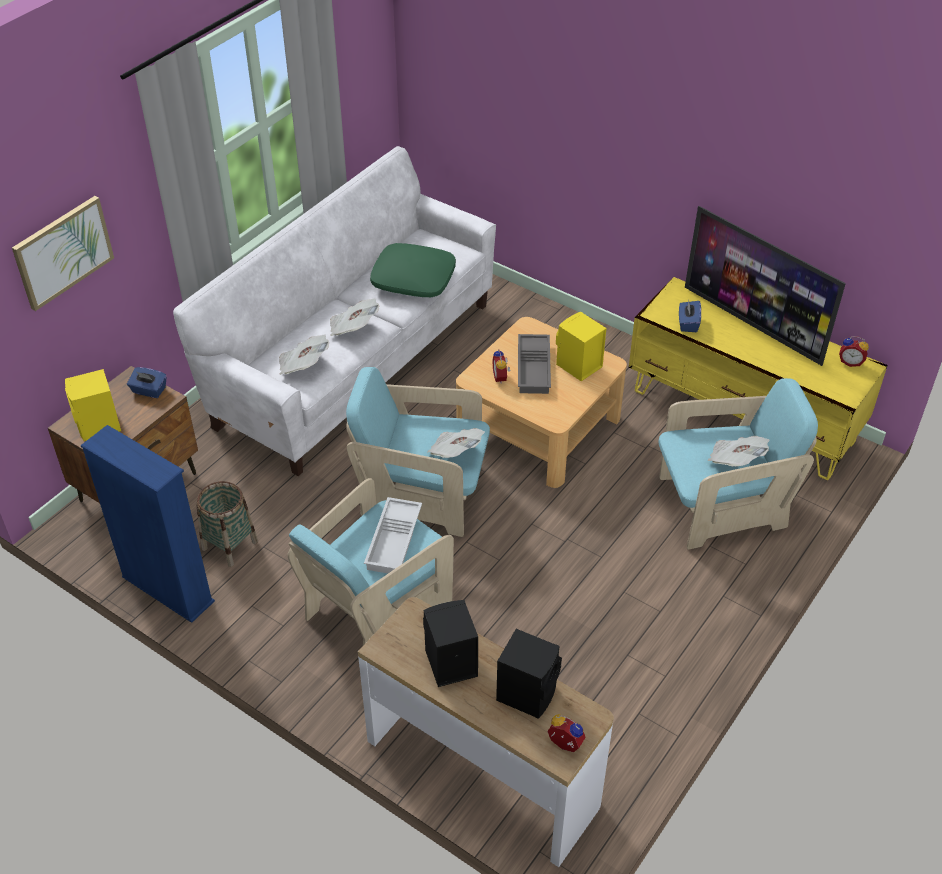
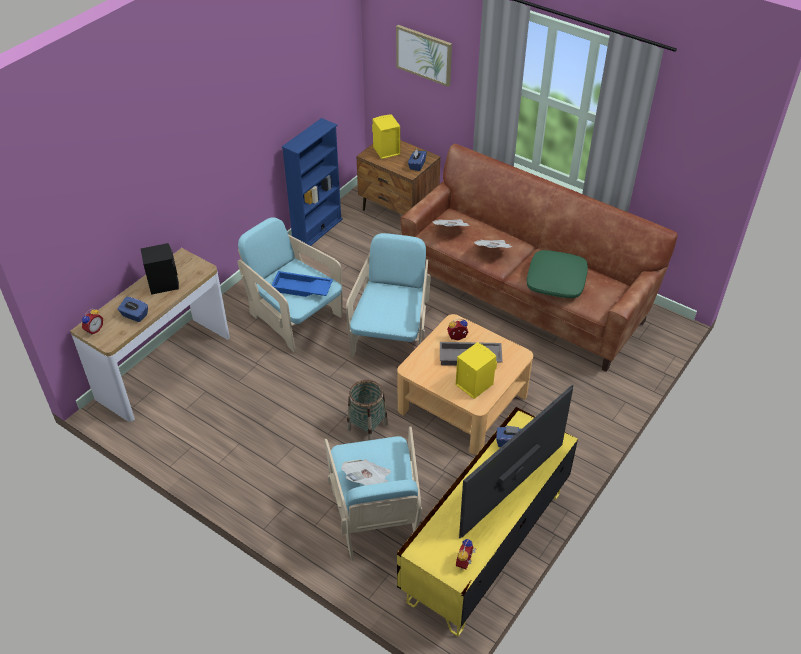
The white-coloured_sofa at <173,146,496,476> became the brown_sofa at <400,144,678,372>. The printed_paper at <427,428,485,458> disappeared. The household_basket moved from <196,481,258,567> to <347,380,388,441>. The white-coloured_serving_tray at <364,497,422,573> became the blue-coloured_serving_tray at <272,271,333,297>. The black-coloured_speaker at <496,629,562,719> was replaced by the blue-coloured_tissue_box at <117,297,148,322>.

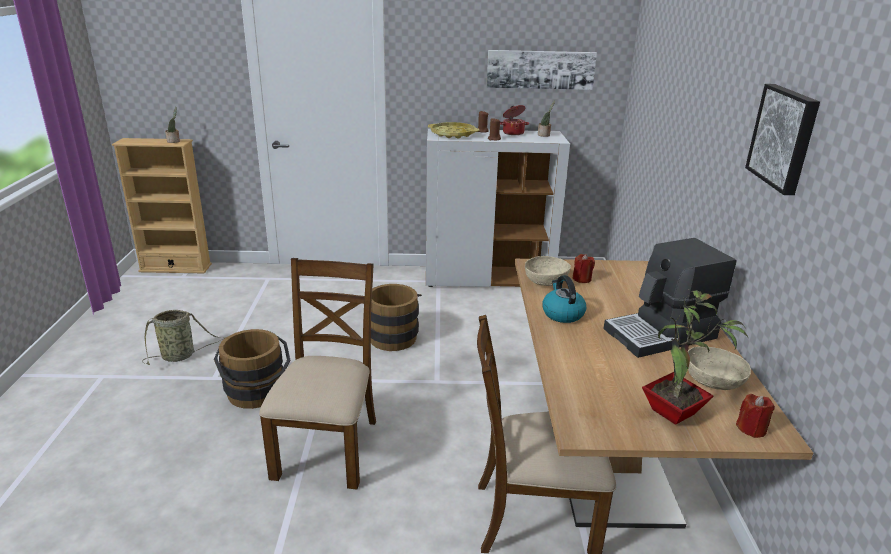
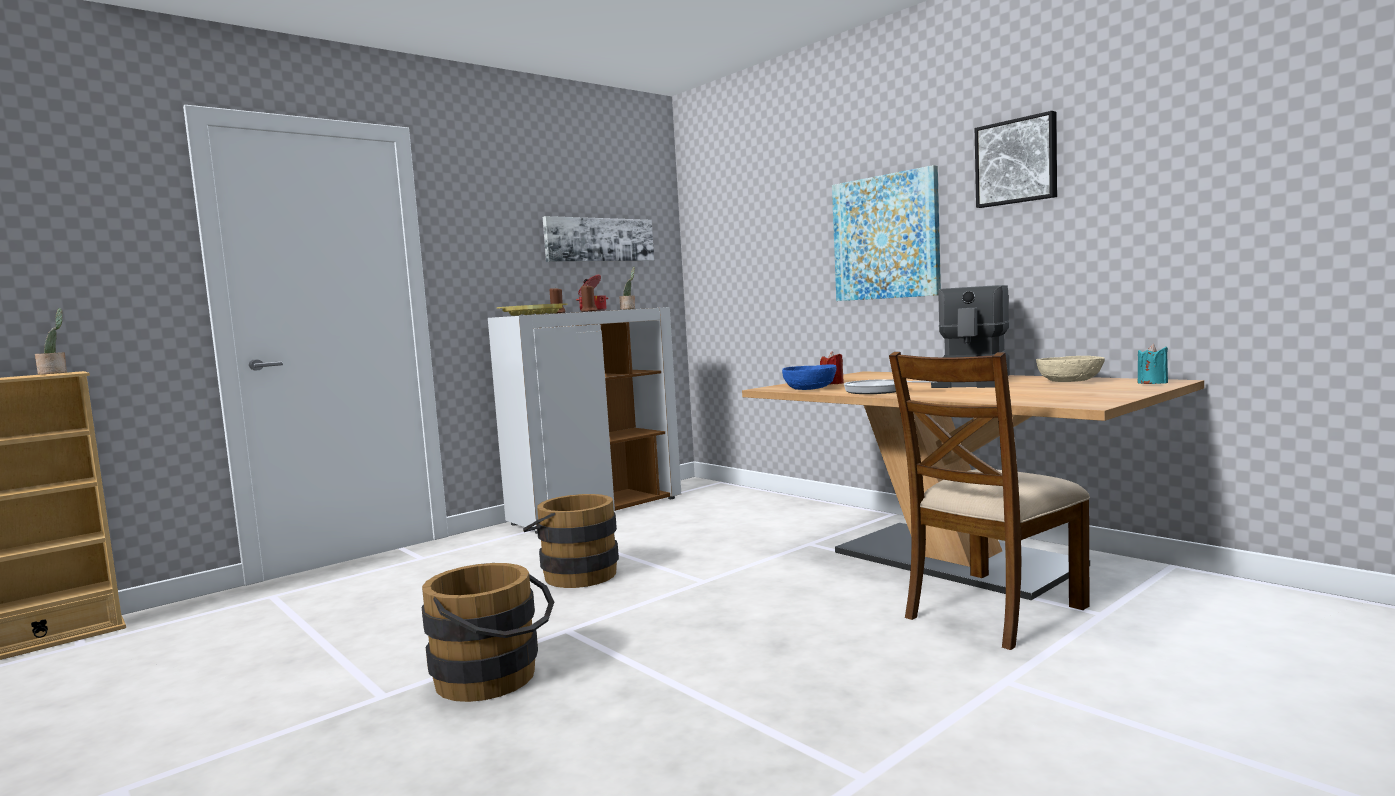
The beige-coloured_bowl at <525,256,571,286> became the blue-coloured_bowl at <782,364,836,390>. The brown_upright_chair at <259,258,376,489> disappeared. The water_kettle at <542,275,586,323> was replaced by the skillet at <844,379,936,394>. The houseplant at <642,290,748,425> disappeared. The household_basket at <142,310,225,365> disappeared. The red_wax_light at <736,394,775,438> became the turquoise_wax_light at <1137,344,1168,384>. The picture at <832,165,941,301> appeared.

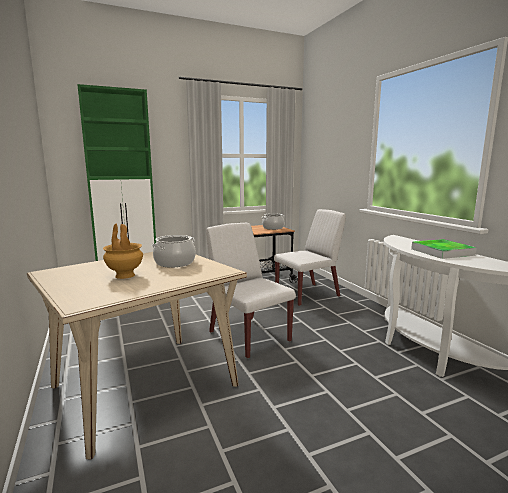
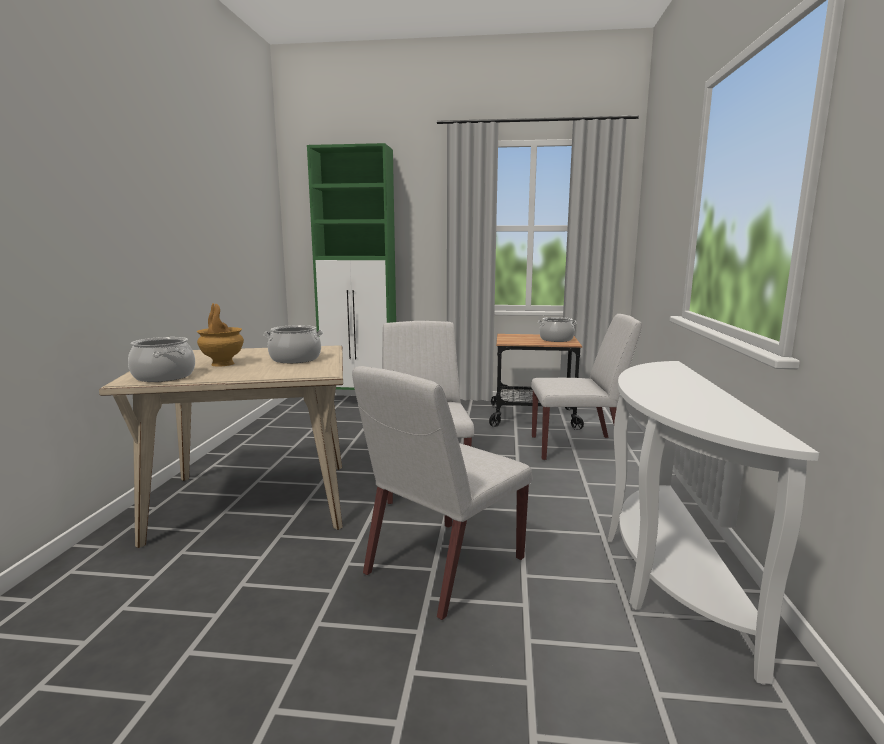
The serving_tray at <411,239,477,259> disappeared. The cooking_pot at <128,337,195,382> appeared. The white-coloured_upright_chair at <352,366,532,620> appeared.

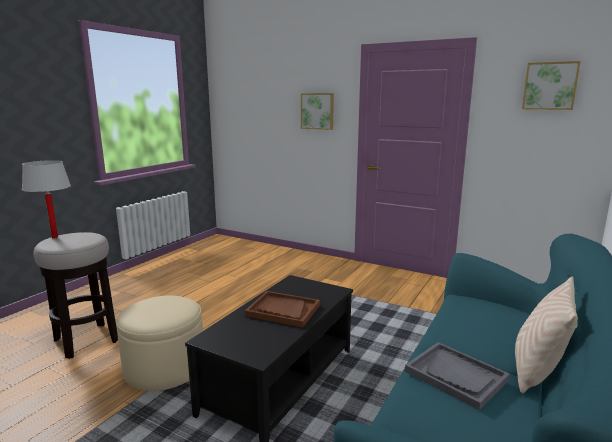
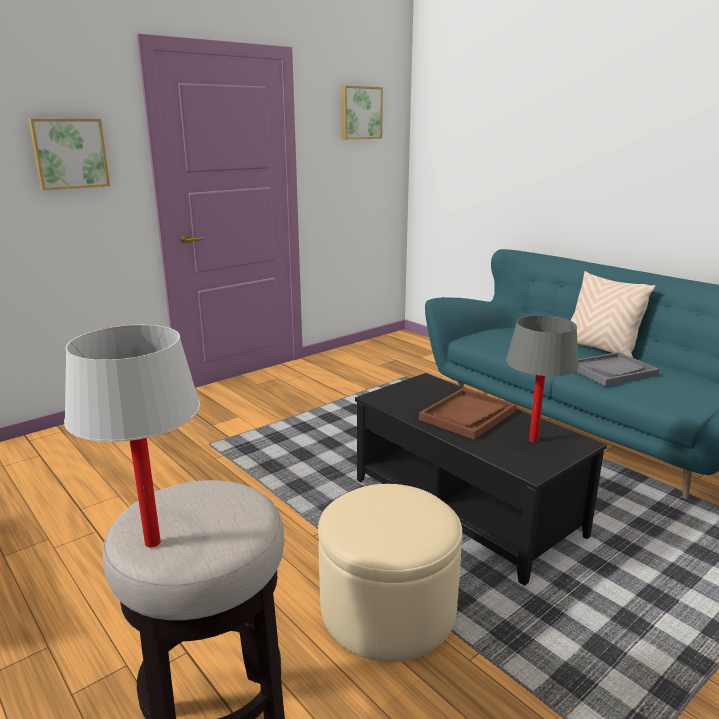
The greyish_tabletop_lamp at <506,315,579,442> appeared.

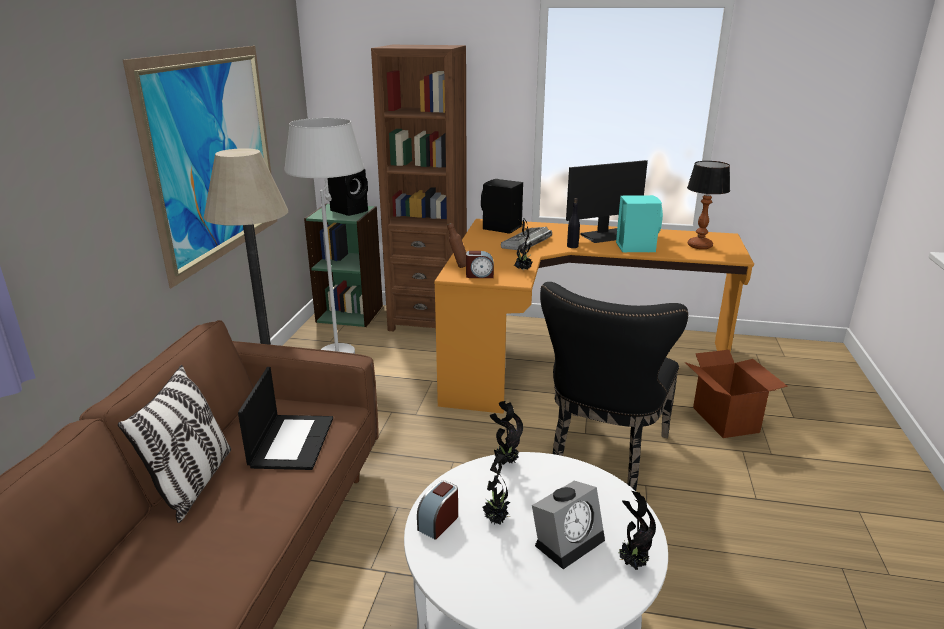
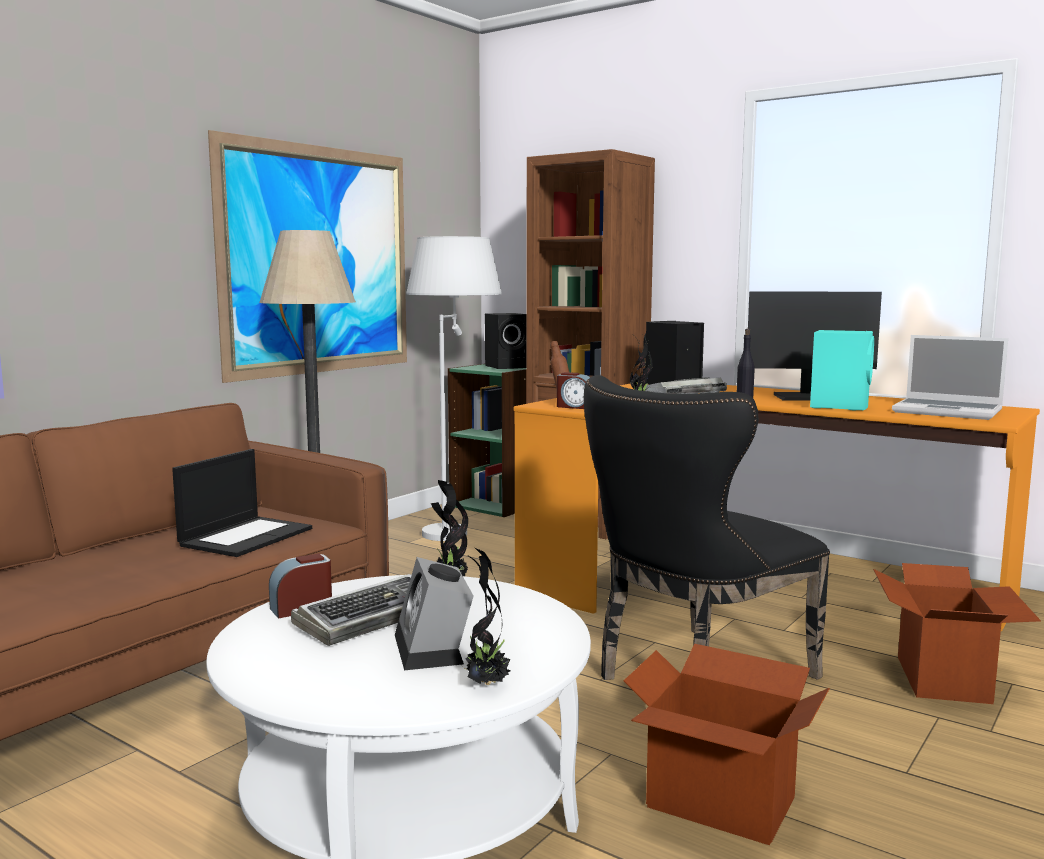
The tabletop_lamp at <687,161,730,249> was replaced by the laptop at <892,335,1008,420>. The pillow at <118,365,231,523> disappeared. The houseplant at <483,451,511,525> was replaced by the keyboard at <291,574,411,646>. The alarm_clock at <532,481,605,569> turned 90 degrees clockwise. The packing_box at <624,644,830,845> appeared.

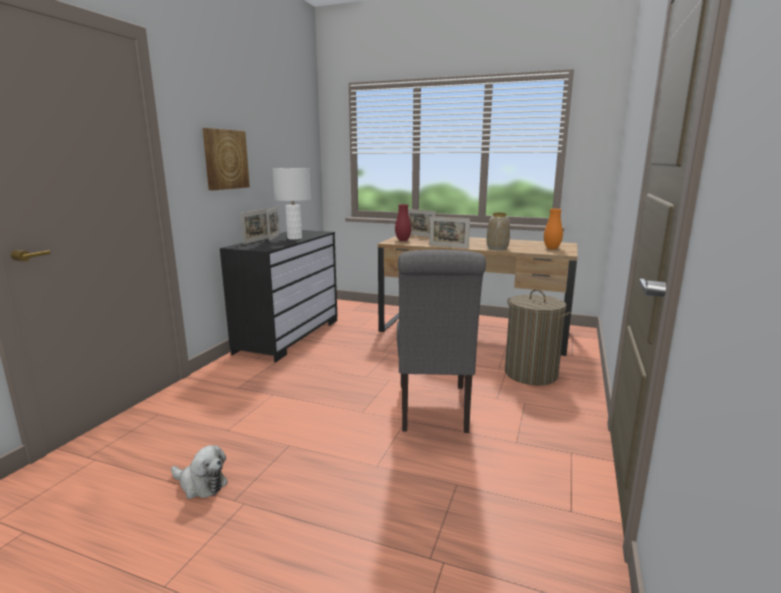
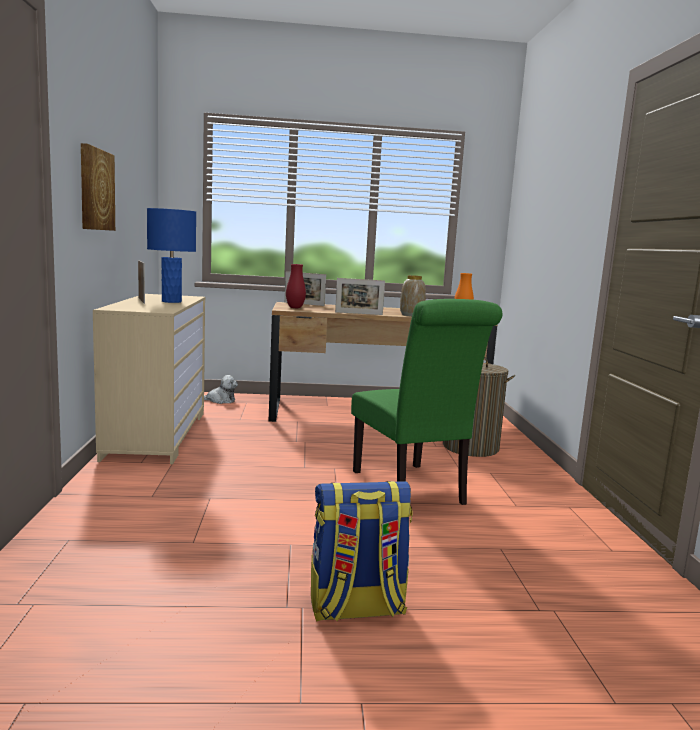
The white-coloured_tabletop_lamp at <272,168,311,240> became the blue-coloured_tabletop_lamp at <147,208,196,303>. The standing_frame at <241,209,269,244> disappeared. The black-coloured_dresser at <220,230,337,362> became the beige-coloured_dresser at <93,294,206,464>. The greyish_upright_chair at <397,250,486,433> became the greenish_upright_chair at <351,299,502,505>. The cuddly_toy moved from <171,445,228,499> to <204,375,238,404>. The knapsack at <311,481,413,621> appeared.

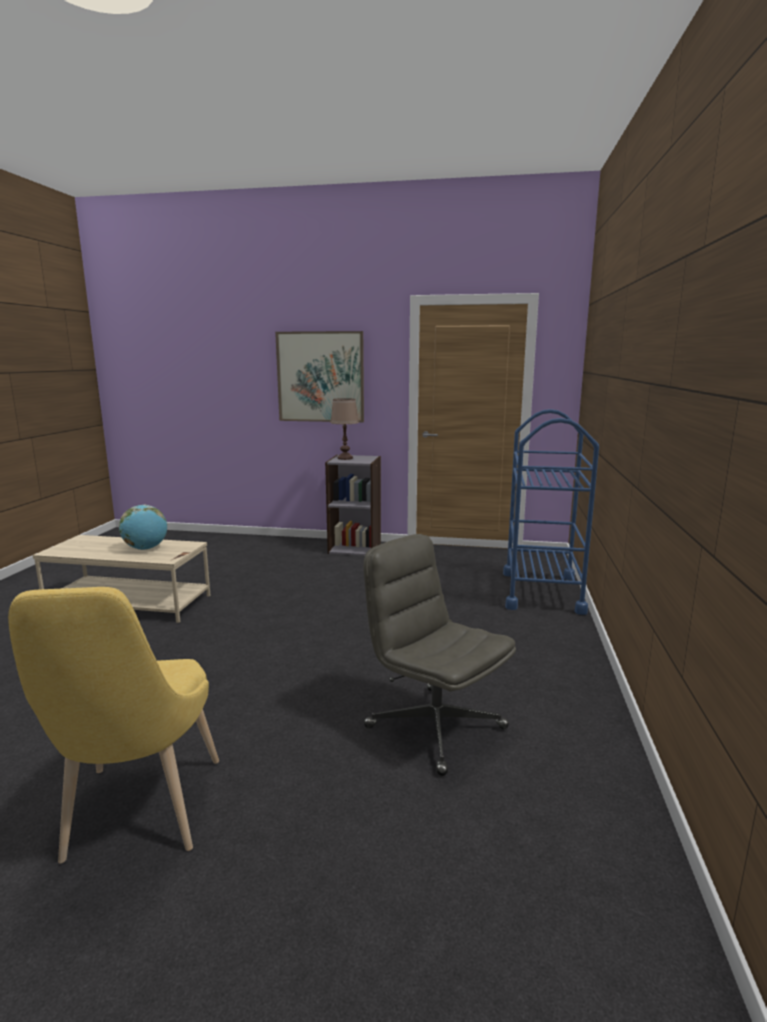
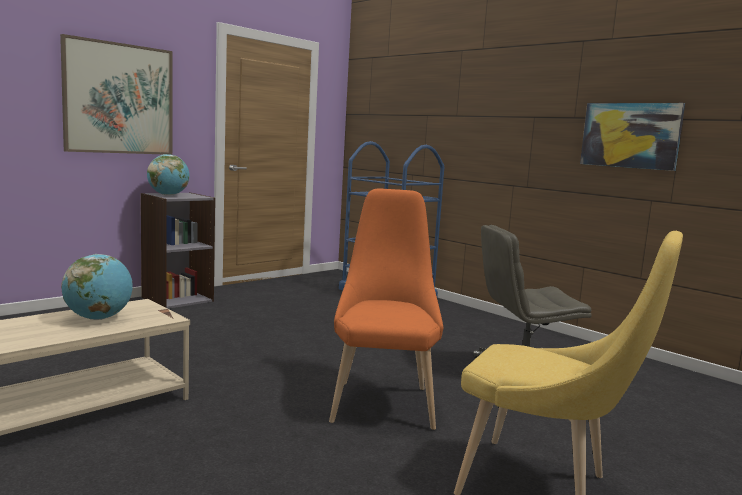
The brown_tabletop_lamp at <330,398,359,460> was replaced by the world_globe at <147,154,190,196>. The picture at <580,103,685,171> appeared. The orangey_upright_chair at <329,188,443,430> appeared.

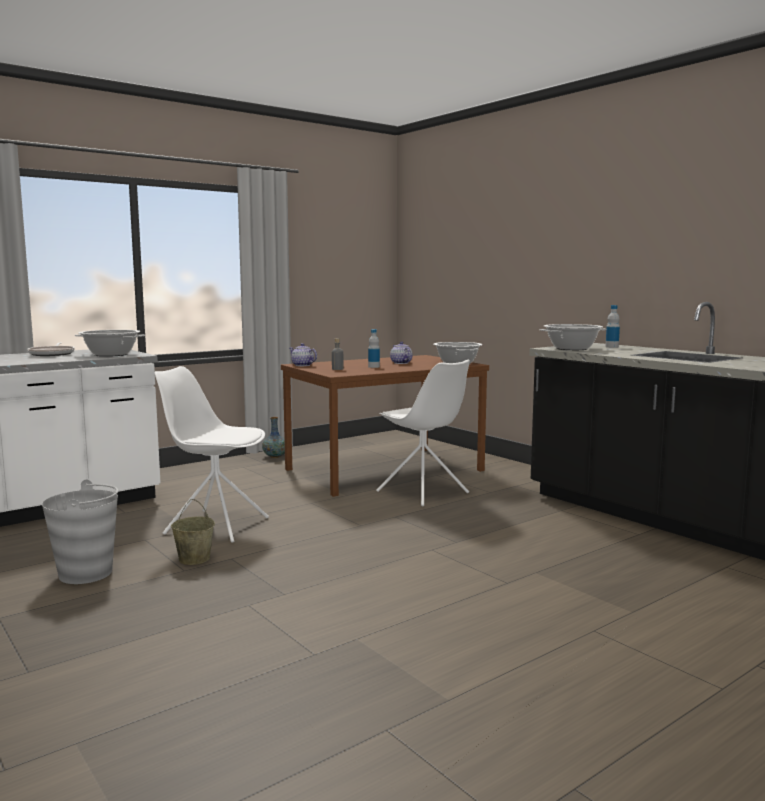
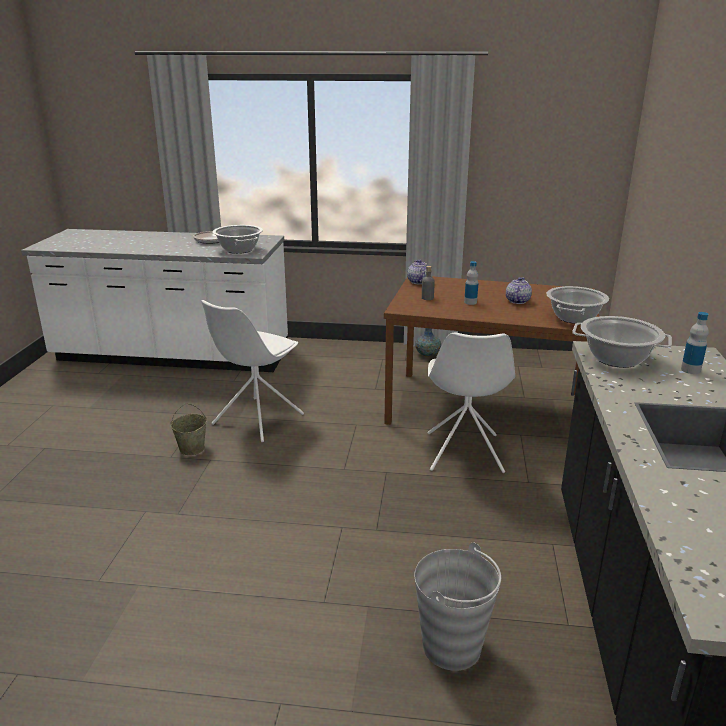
The white-coloured_upright_chair at <154,366,269,543> turned 120 degrees counterclockwise. The greyish_pail moved from <42,479,118,584> to <414,543,501,671>.

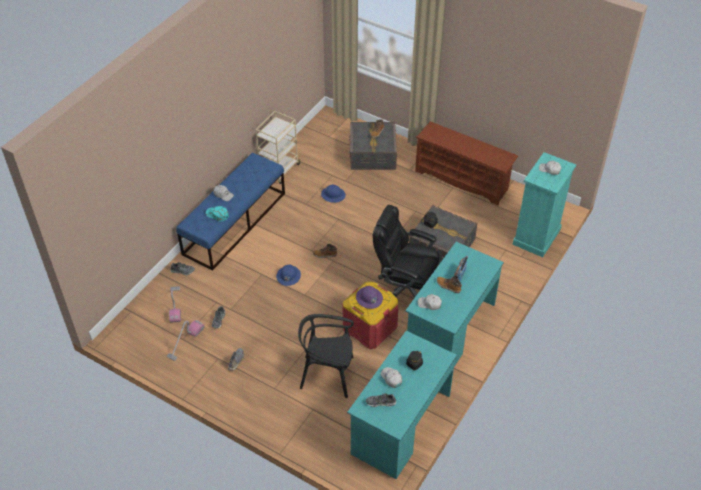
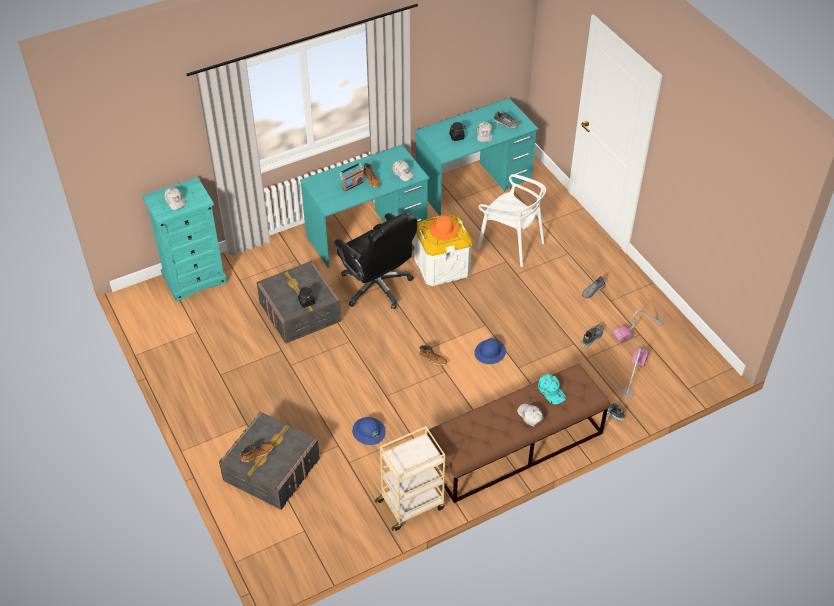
The brown_shoe_shelf at <415,122,518,206> disappeared. The blue-coloured_long_seat at <176,153,285,271> became the brown_long_seat at <427,364,609,503>. The red_storage_bin at <343,281,398,349> became the white-coloured_storage_bin at <414,214,472,286>. The purple_safety_helmet at <356,286,383,309> became the orangey_safety_helmet at <429,215,459,240>. The black-coloured_upright_chair at <298,314,354,398> became the white-coloured_upright_chair at <477,174,546,267>.

